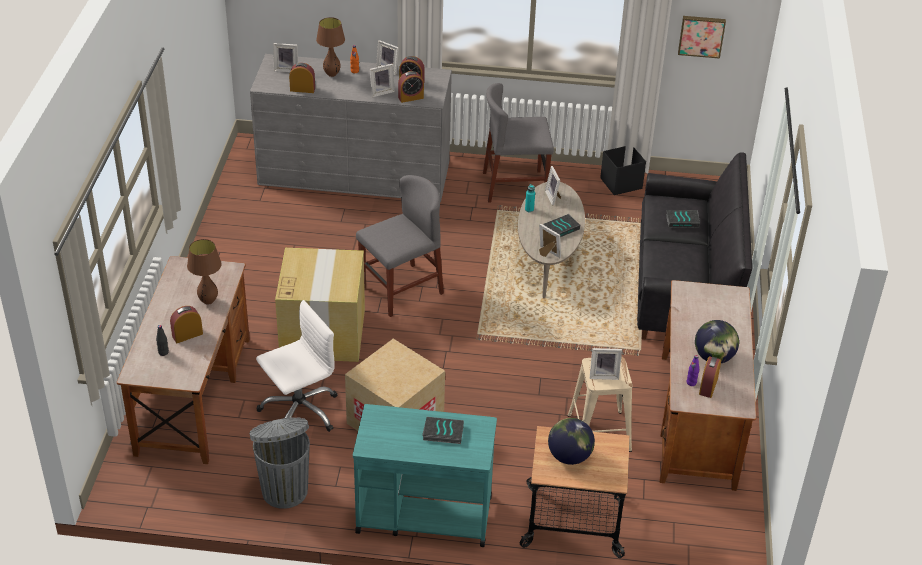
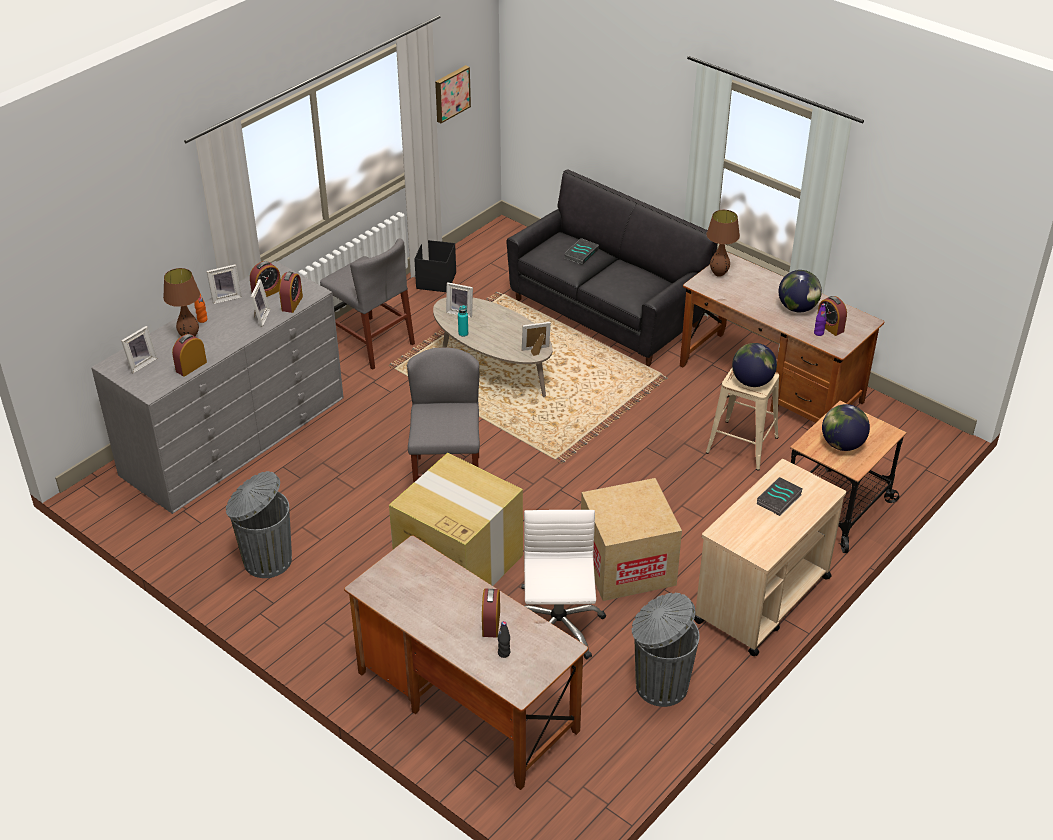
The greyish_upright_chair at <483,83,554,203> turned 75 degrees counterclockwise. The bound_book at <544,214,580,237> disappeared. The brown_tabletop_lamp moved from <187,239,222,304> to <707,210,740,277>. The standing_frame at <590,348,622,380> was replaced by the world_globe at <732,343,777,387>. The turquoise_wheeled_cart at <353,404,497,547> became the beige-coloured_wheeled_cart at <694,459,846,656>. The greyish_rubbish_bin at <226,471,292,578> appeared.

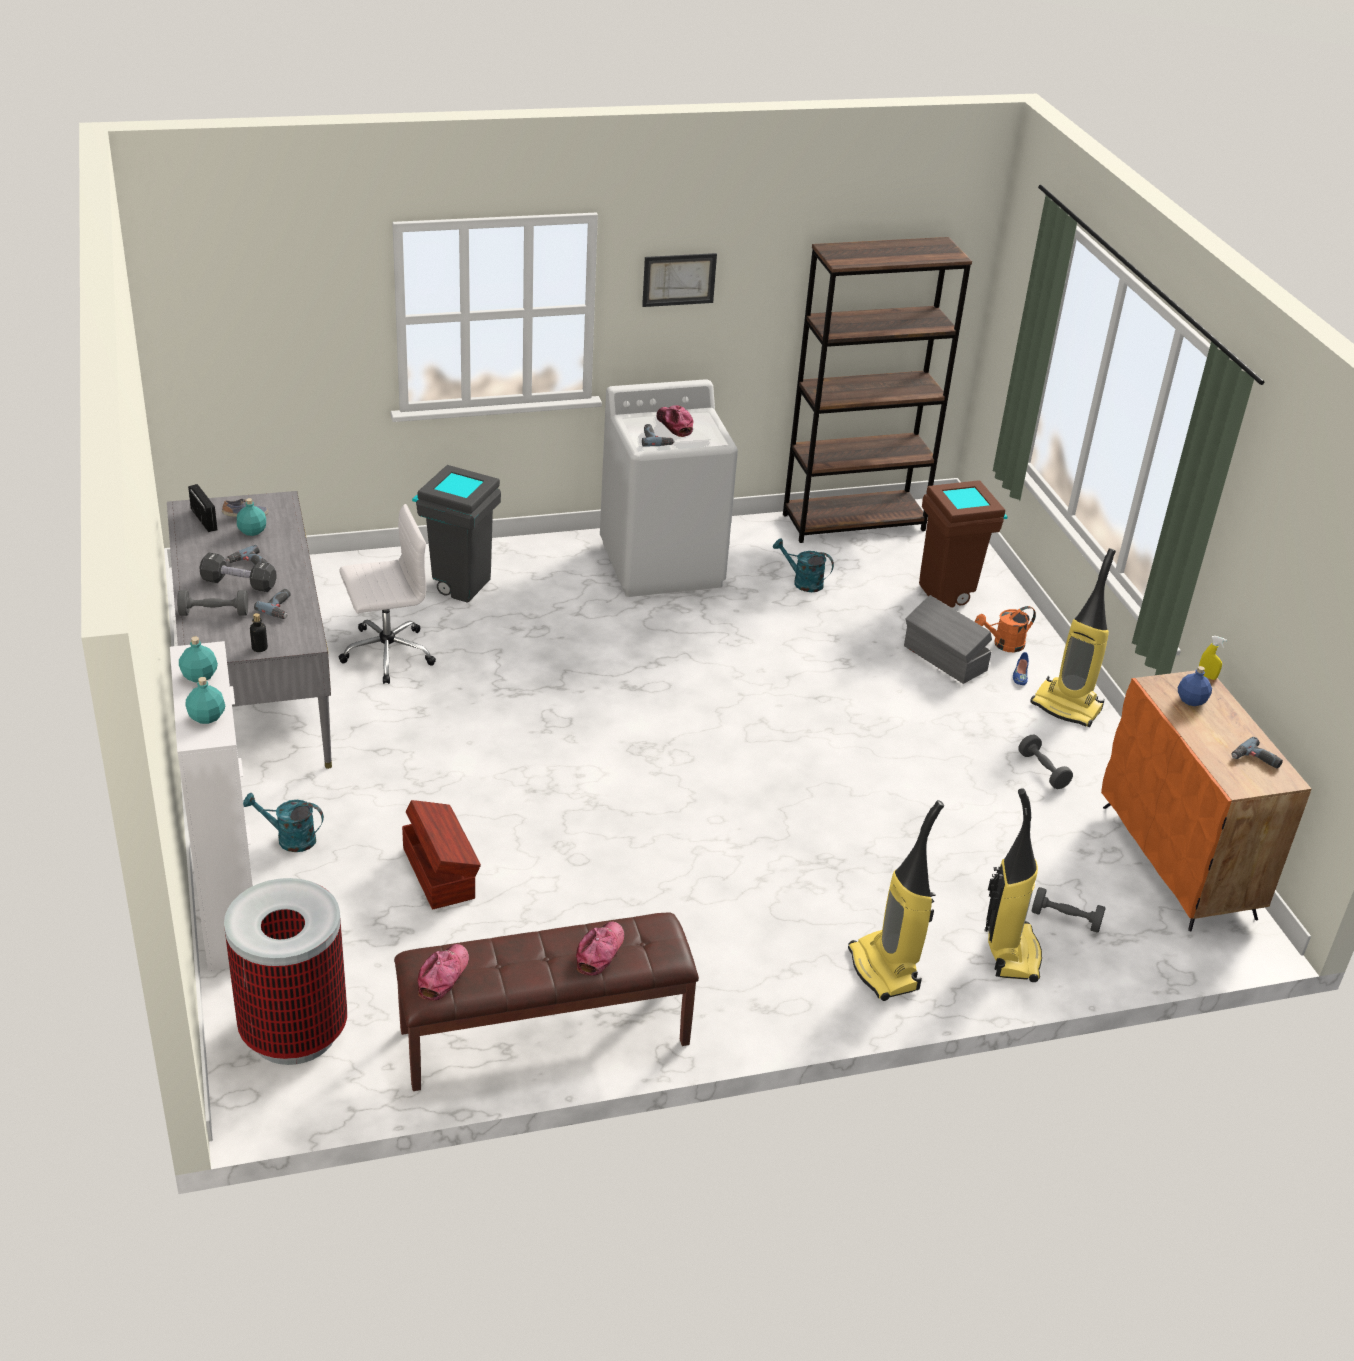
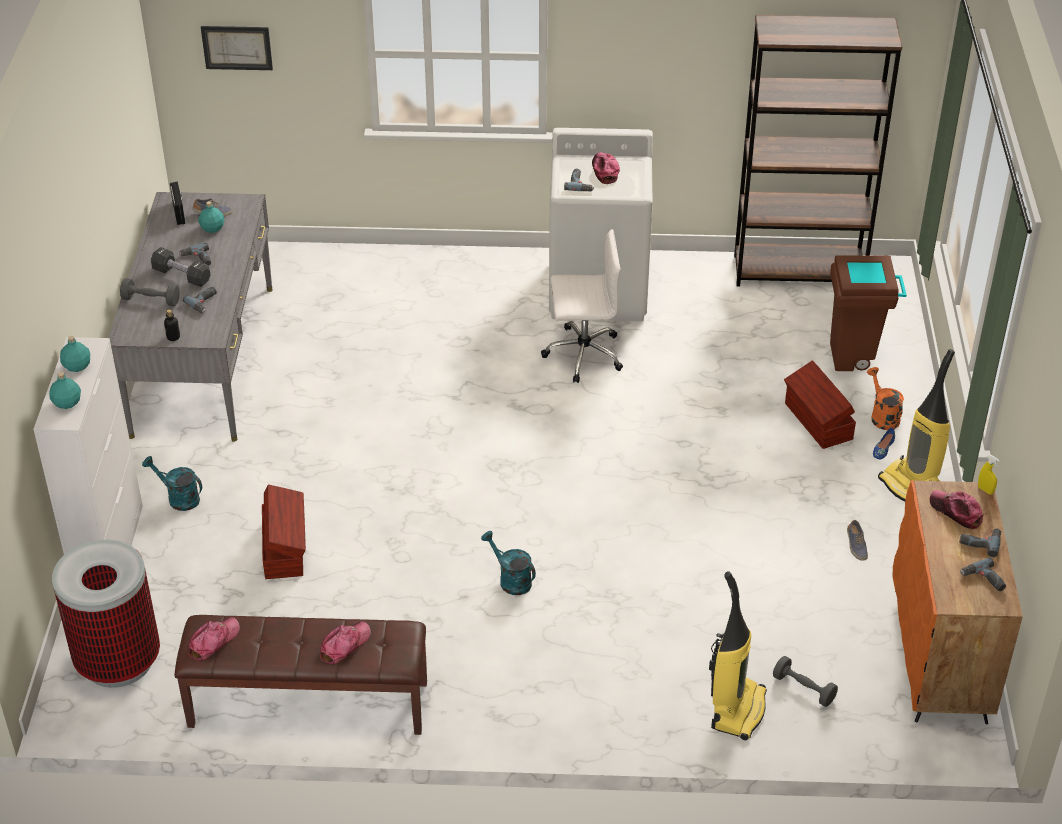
The picture moved from <642,253,717,307> to <201,26,273,70>. The greyish_rubbish_bin at <412,465,501,602> disappeared. The white-coloured_computer_chair moved from <339,504,436,684> to <541,229,623,383>. The turquoise_sprinkling_can moved from <773,538,834,592> to <481,531,536,595>. The greyish_storage_bin at <904,595,992,684> became the brown_storage_bin at <784,360,856,449>. The orangey_sprinkling_can at <975,606,1036,652> turned 75 degrees clockwise. The blue-coloured_drink_bottle at <1178,666,1212,706> was replaced by the baseball_cap at <930,490,983,530>. The greyish_hand_weight at <1019,735,1073,789> was replaced by the shoe at <847,520,868,561>. The vacuum_cleaner at <848,800,944,1001> disappeared. The power_drill at <959,528,1001,557> appeared.

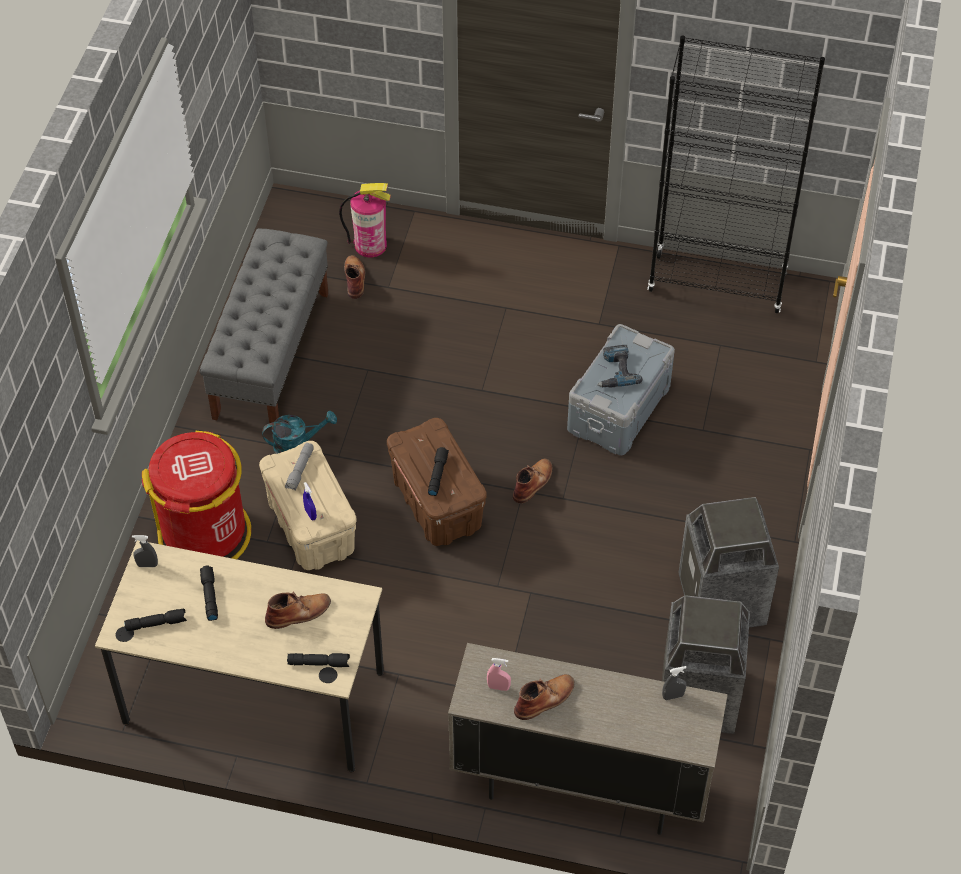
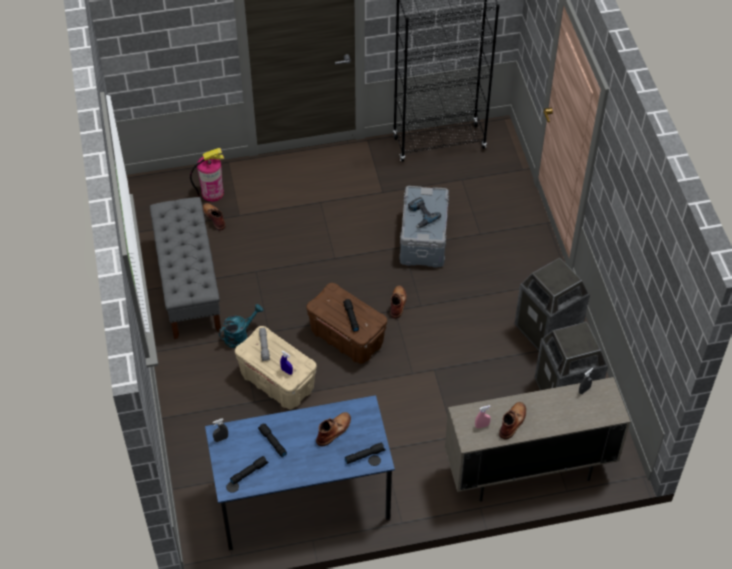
The red_rubbish_bin at <142,431,251,559> disappeared. The beige-coloured_desk at <95,540,384,773> became the blue-coloured_desk at <205,395,395,551>.

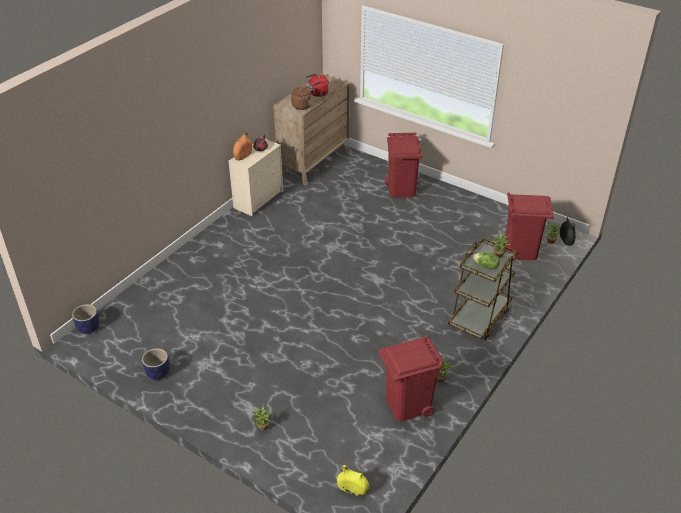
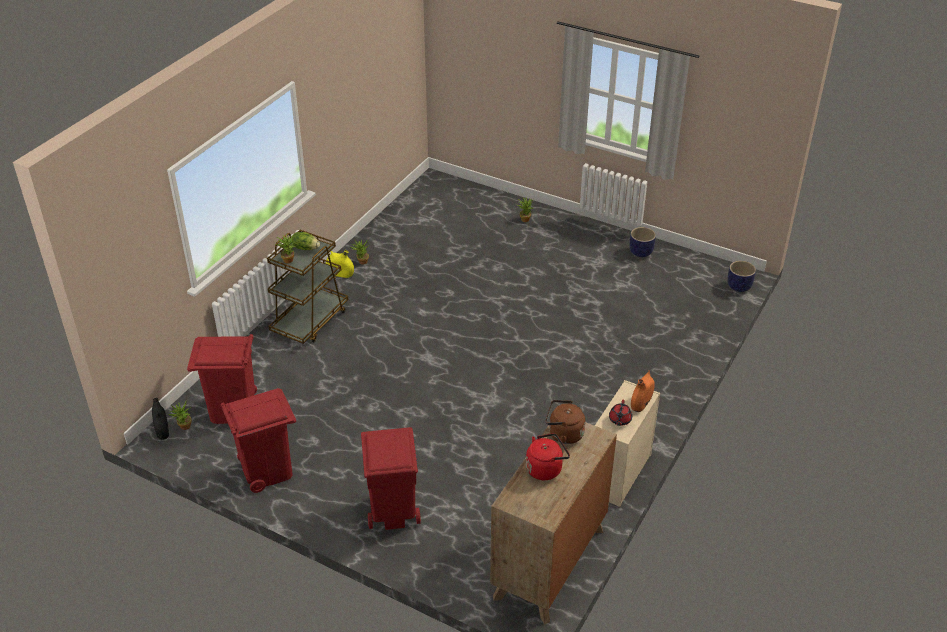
The red_rubbish_bin moved from <378,335,444,421> to <221,388,296,493>. The yellow-coloured_decorative_vase moved from <337,465,369,496> to <326,250,354,278>.

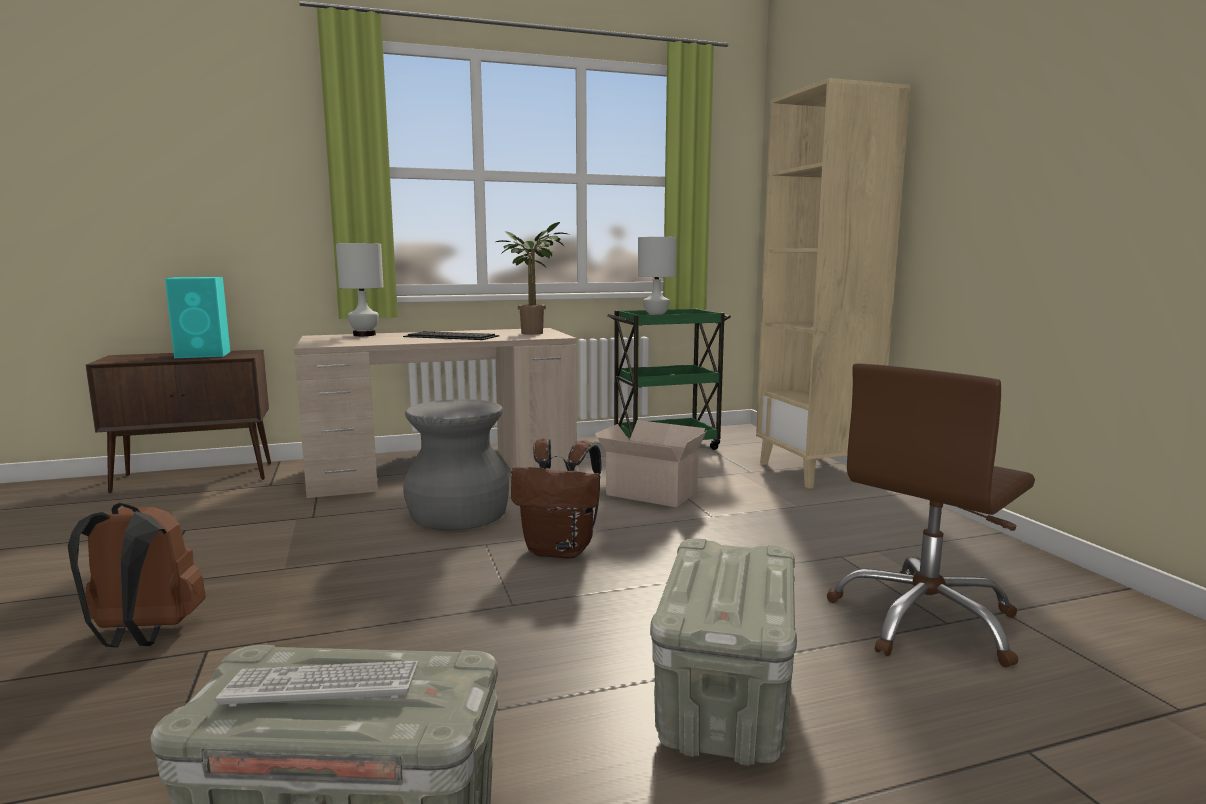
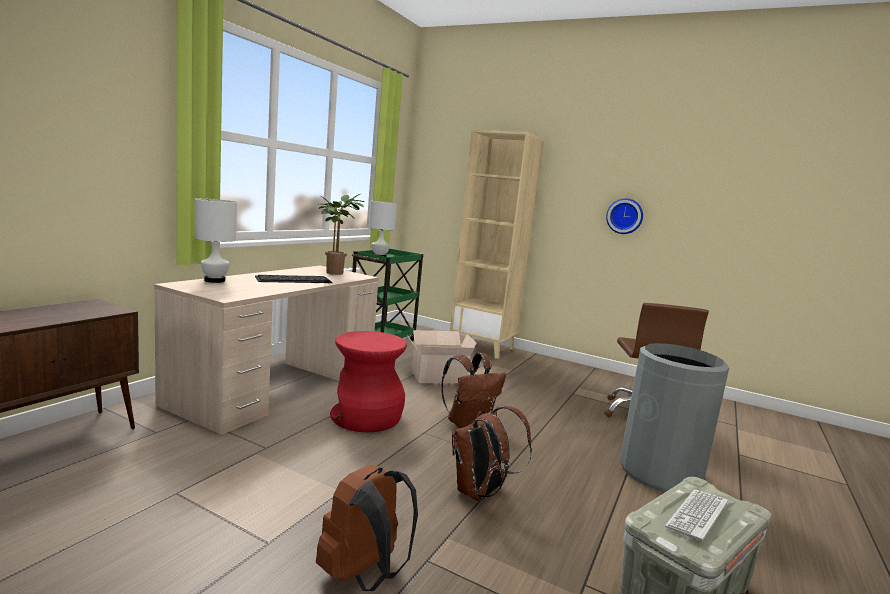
The turquoise_speaker at <165,277,230,358> disappeared. The greyish_stool_seat at <403,399,509,530> became the red_stool_seat at <330,331,407,432>. The greyish_storage_bin at <650,539,797,766> was replaced by the greyish_rubbish_bin at <620,343,729,492>. The wall_clock at <606,198,643,234> appeared. The brown_knapsack at <452,406,532,501> appeared.

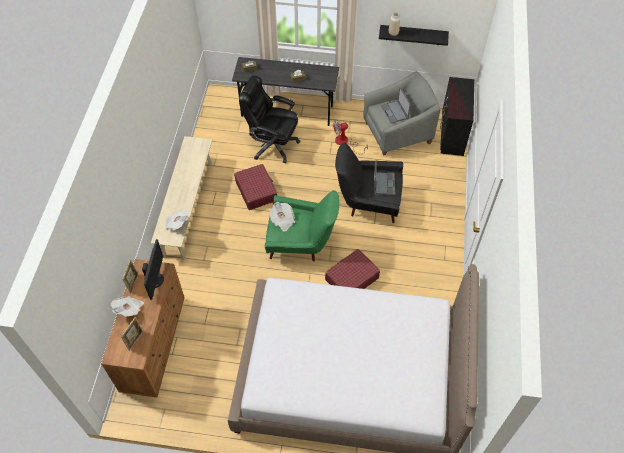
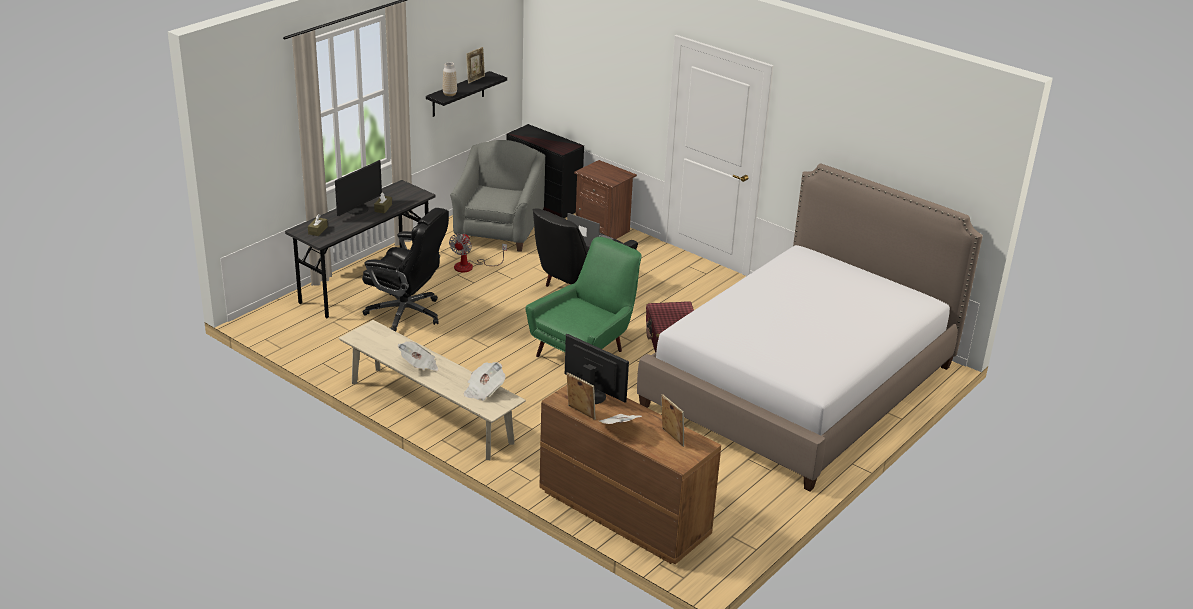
The black-coloured_computer_chair at <239,76,301,163> turned 120 degrees counterclockwise. The laptop at <381,87,411,123> disappeared. The red_suitcase at <234,164,278,210> disappeared. The printed_paper moved from <269,202,295,232> to <398,341,438,371>. The standing_frame at <466,47,485,83> appeared. The computer_display at <335,160,382,216> appeared. The brown_nightstand at <574,160,637,239> appeared.

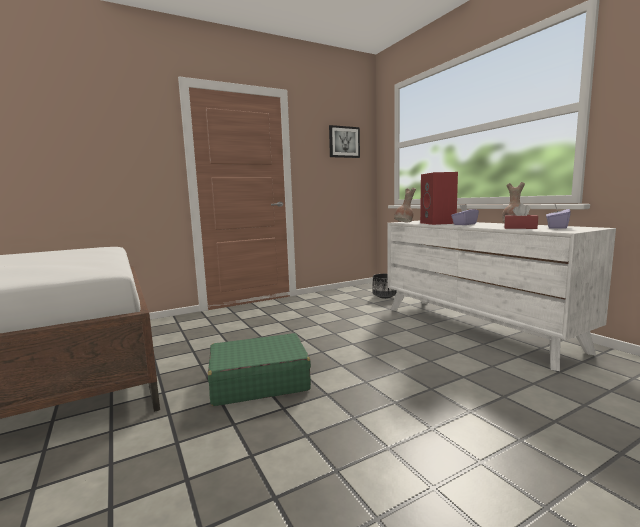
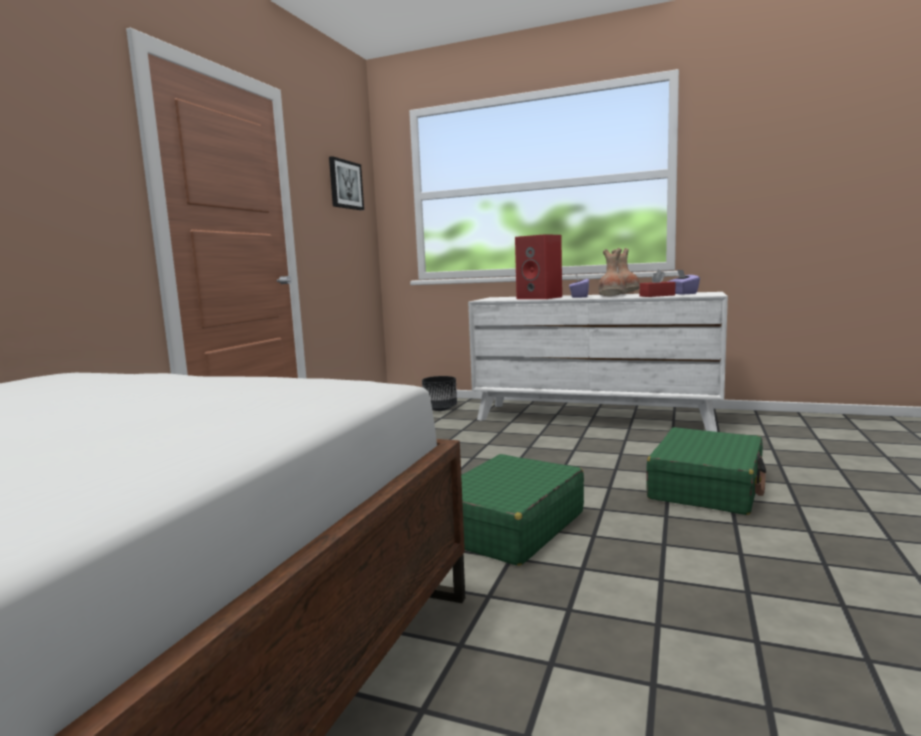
The brown_decorative_vase moved from <394,188,416,222> to <598,248,625,296>. The greenish_suitcase at <646,427,766,515> appeared.

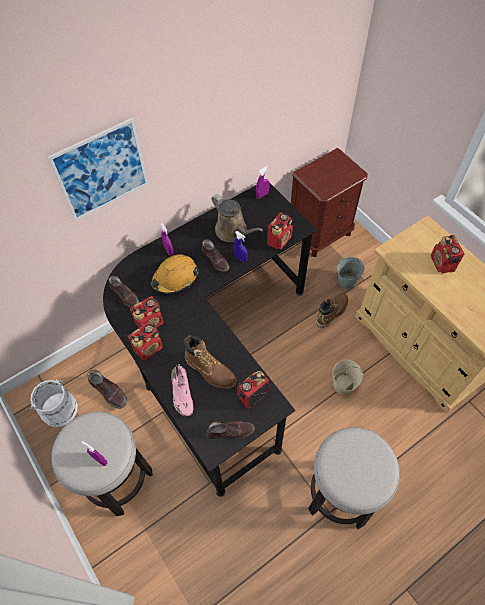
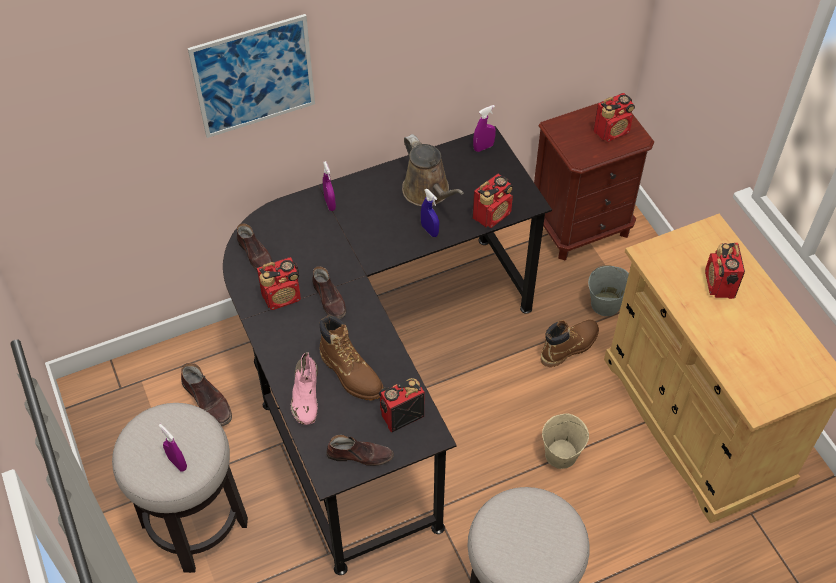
The brown_shoe moved from <202,239,229,272> to <312,266,346,319>. The orangey_safety_helmet at <150,254,199,294> disappeared. The radio_receiver moved from <128,321,163,361> to <593,93,635,142>. The white-coloured_pail at <30,380,78,427> disappeared.

